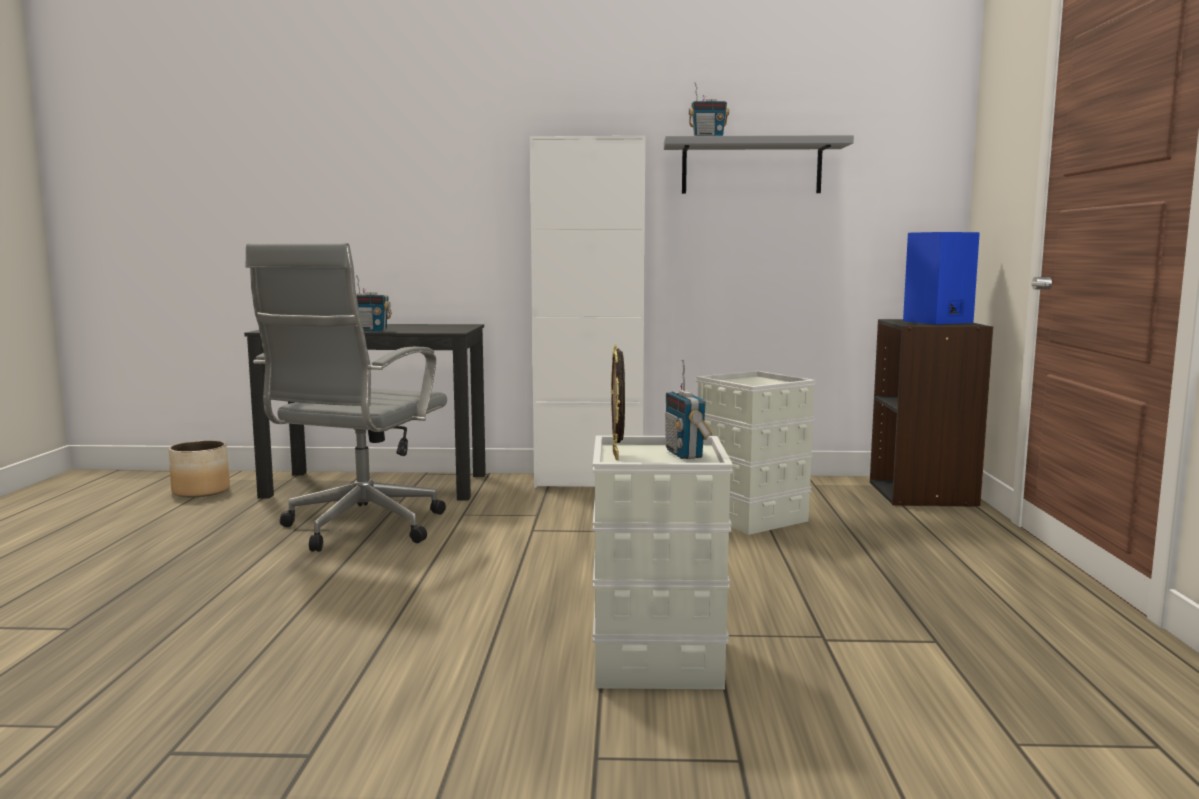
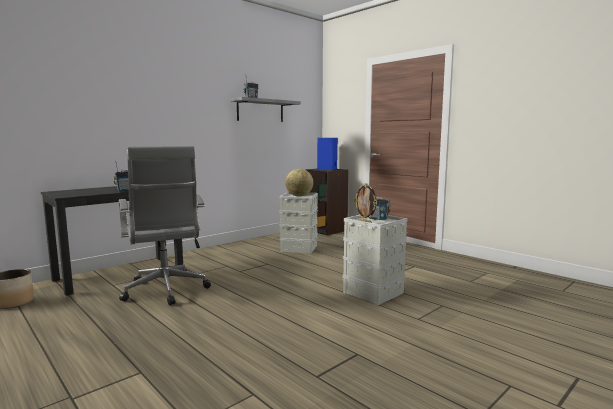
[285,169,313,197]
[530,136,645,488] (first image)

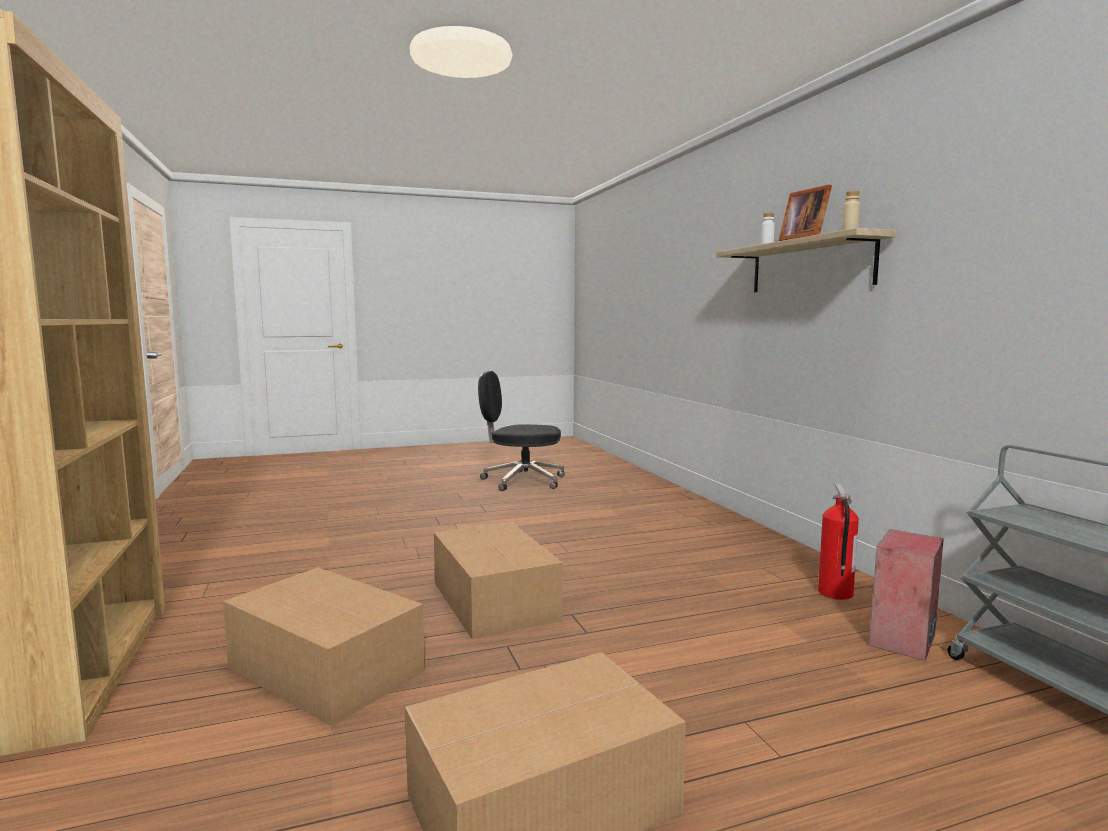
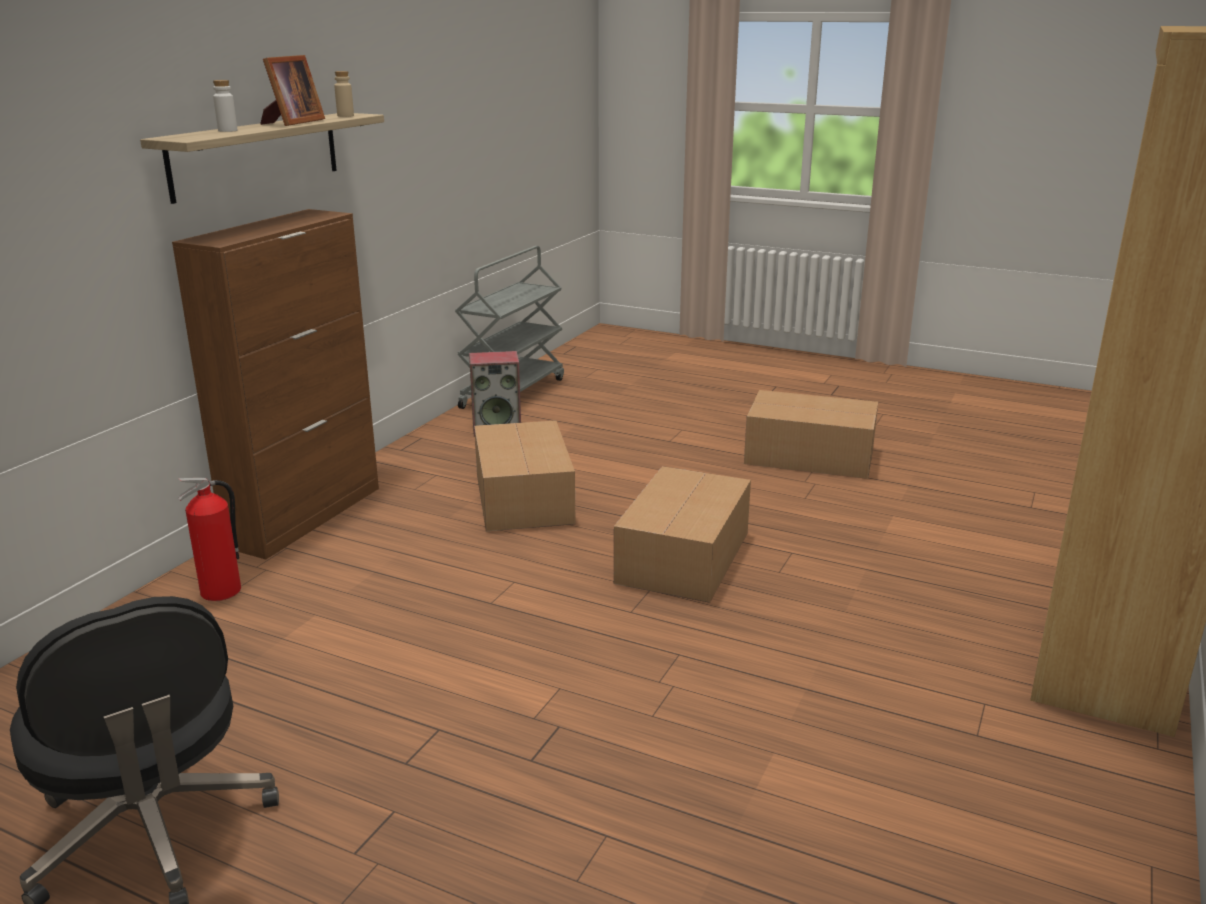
[172,209,379,559]
[178,478,241,601]
[474,420,576,531]

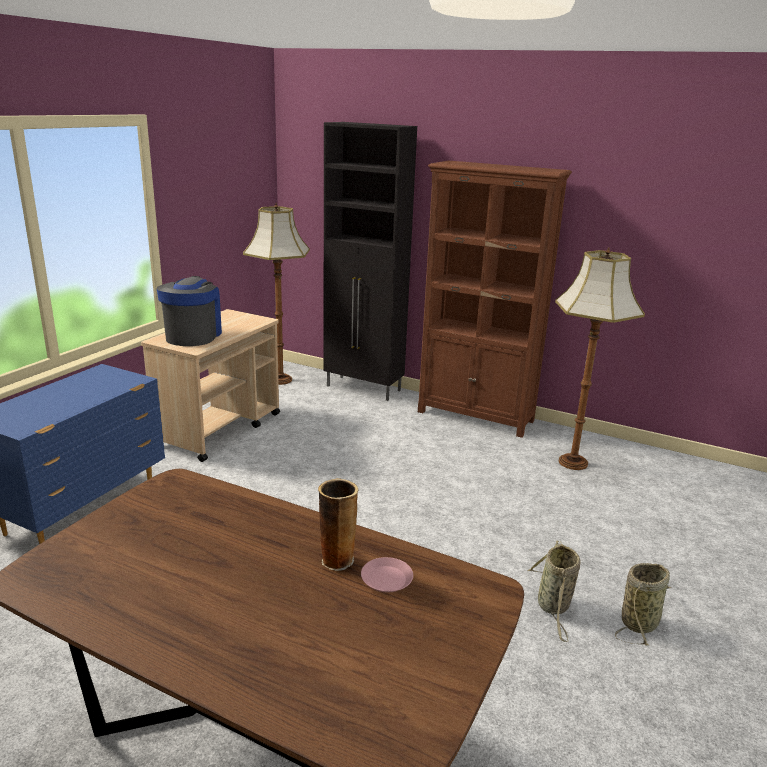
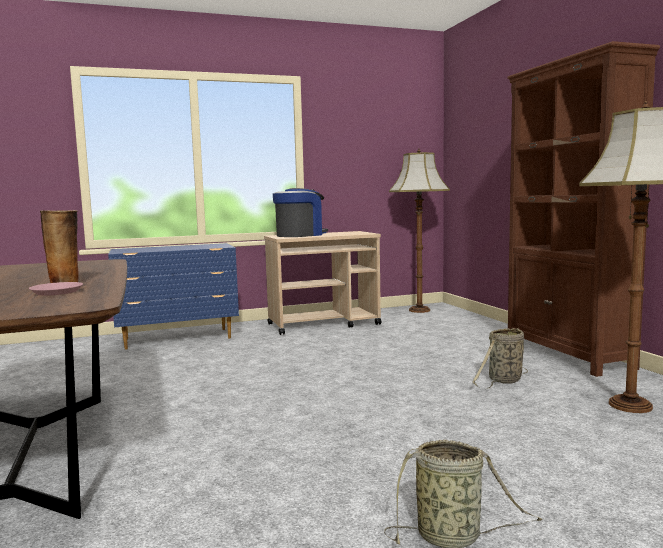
[473,328,528,389]
[323,122,417,401] (first image)

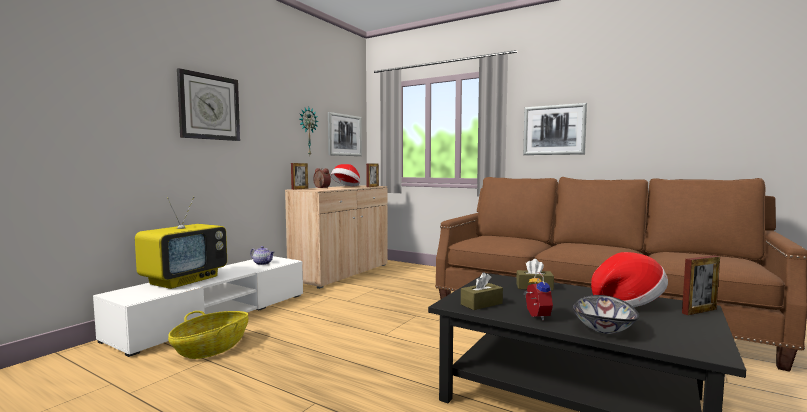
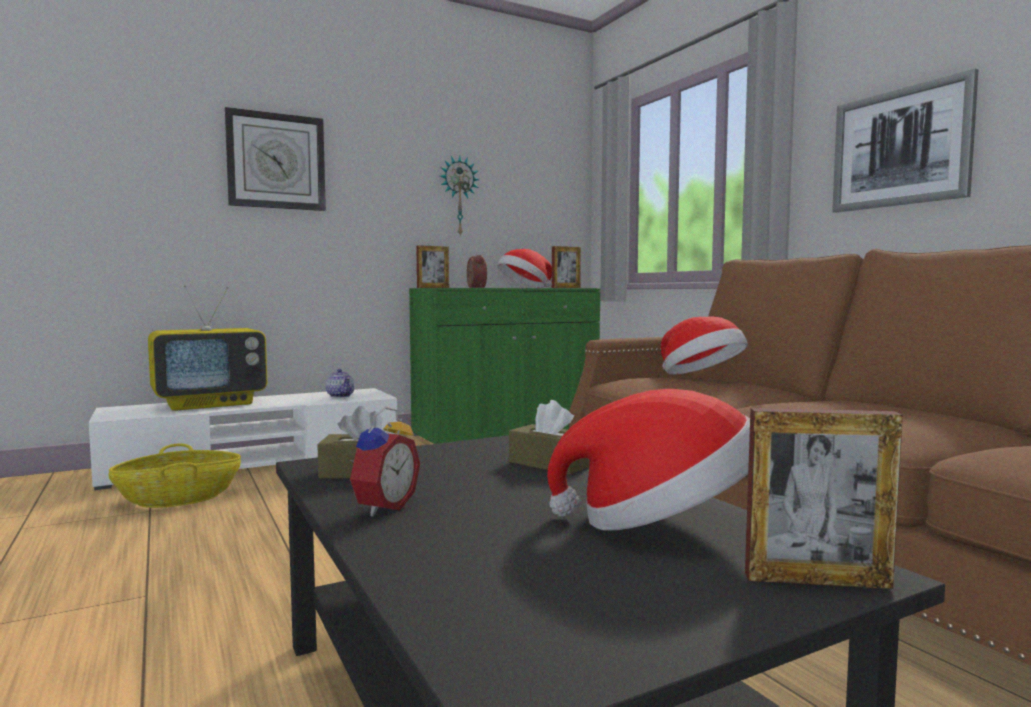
[409,288,600,444]
[661,316,748,374]
[328,112,362,156] (first image)
[572,295,639,334] (first image)

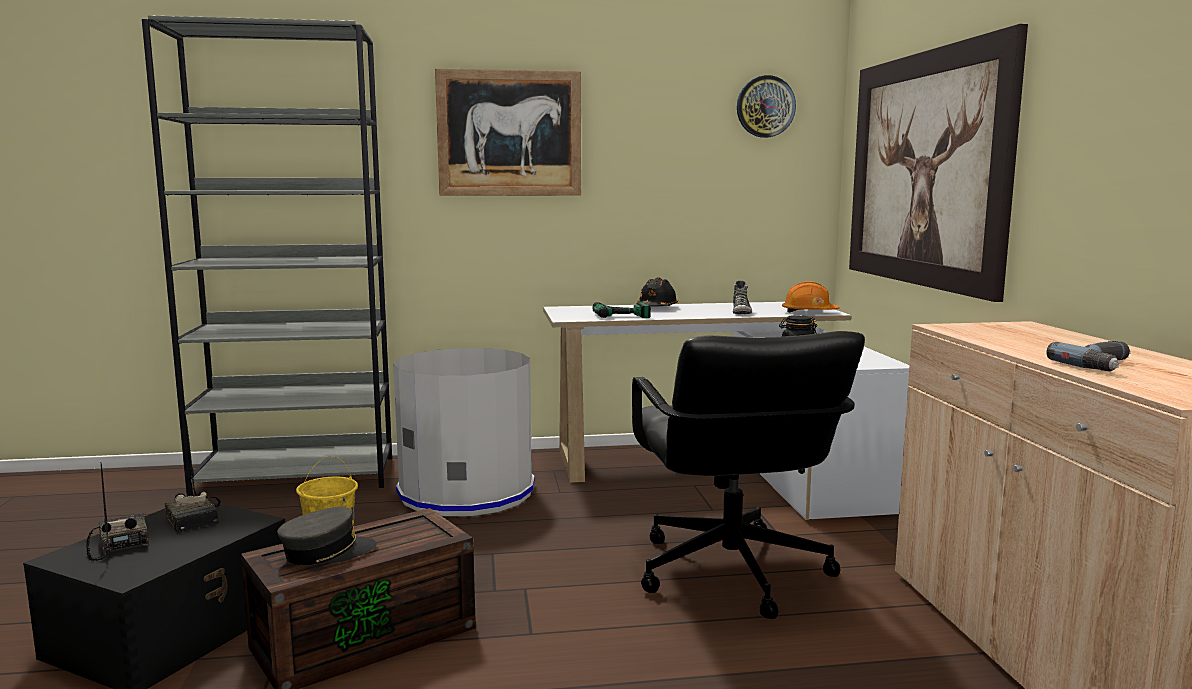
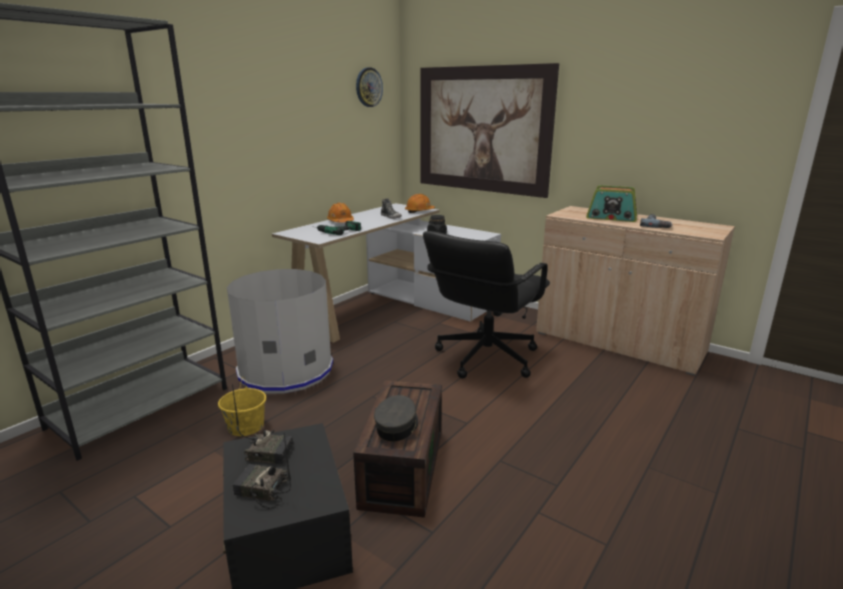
[327,203,354,223]
[423,231,550,379]
[586,185,637,222]
[435,69,581,196] (first image)

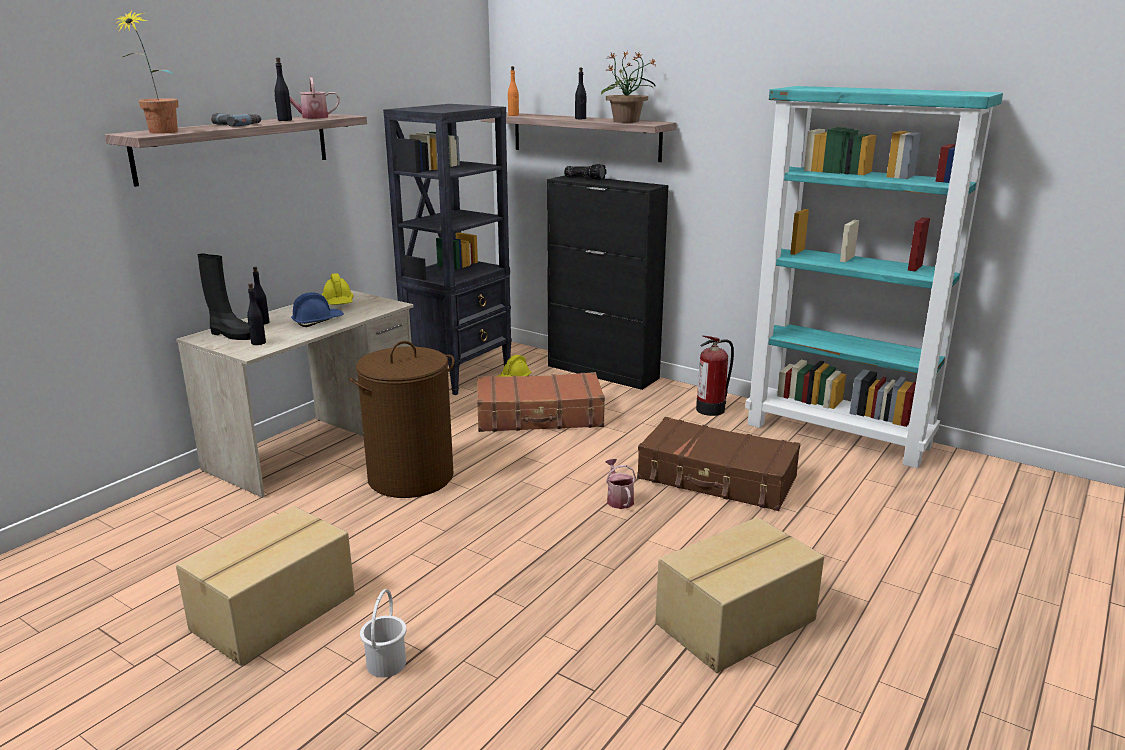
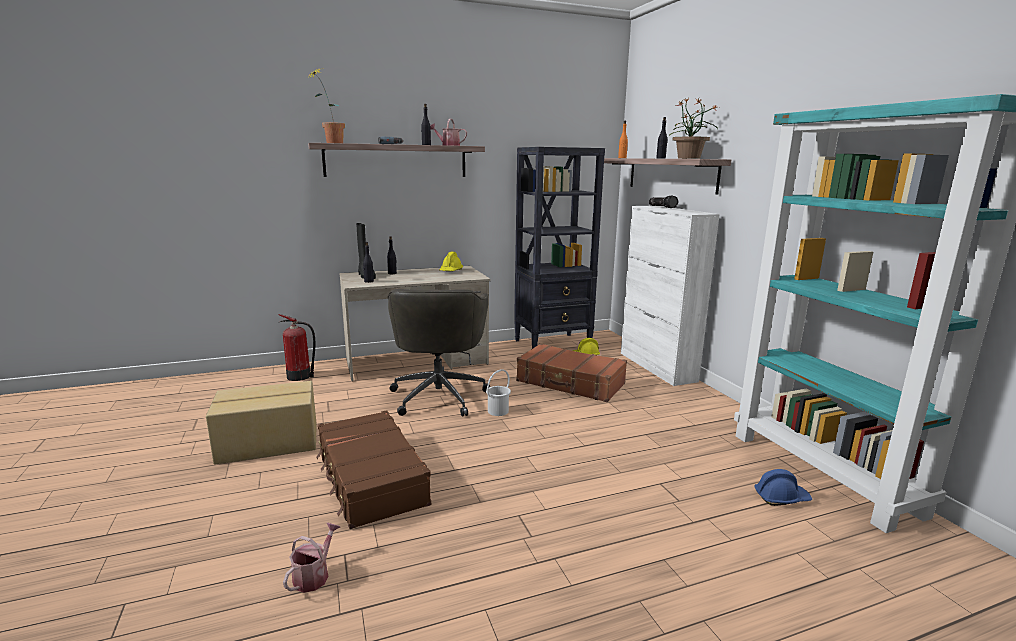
[278,314,316,381]
[283,523,340,593]
[316,410,431,529]
[388,289,490,417]
[486,369,511,416]
[621,206,720,386]
[754,469,812,506]
[655,517,824,673] (first image)

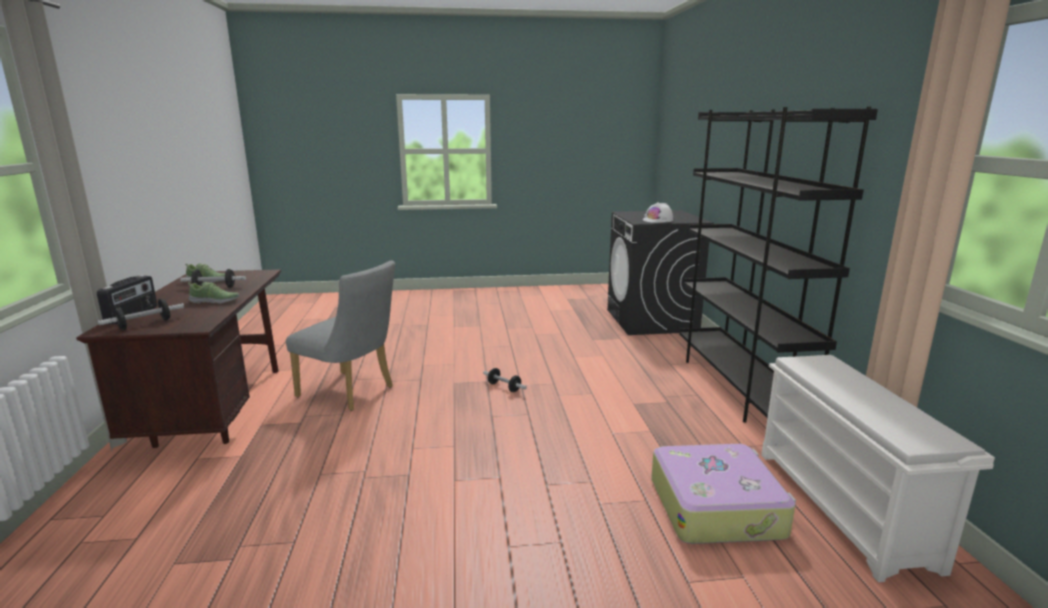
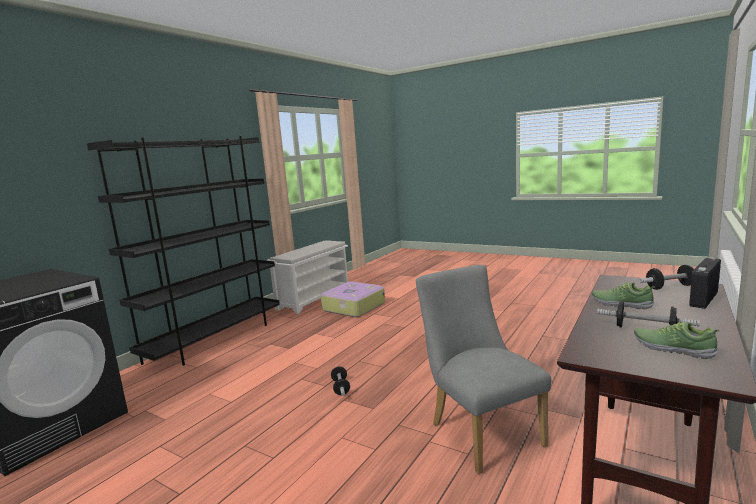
[643,202,674,223] (first image)

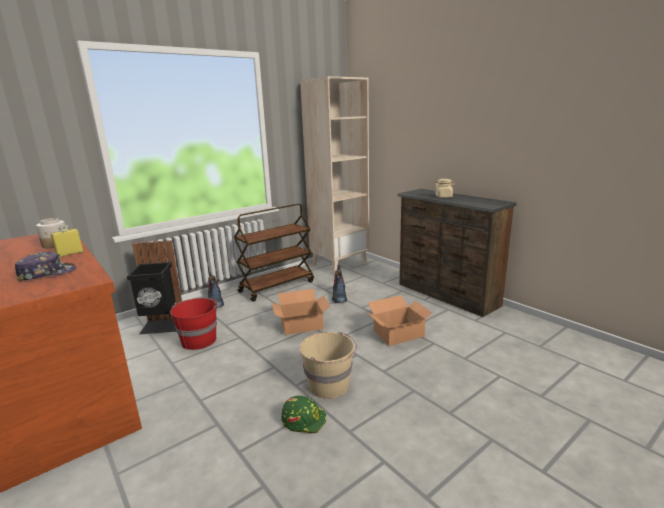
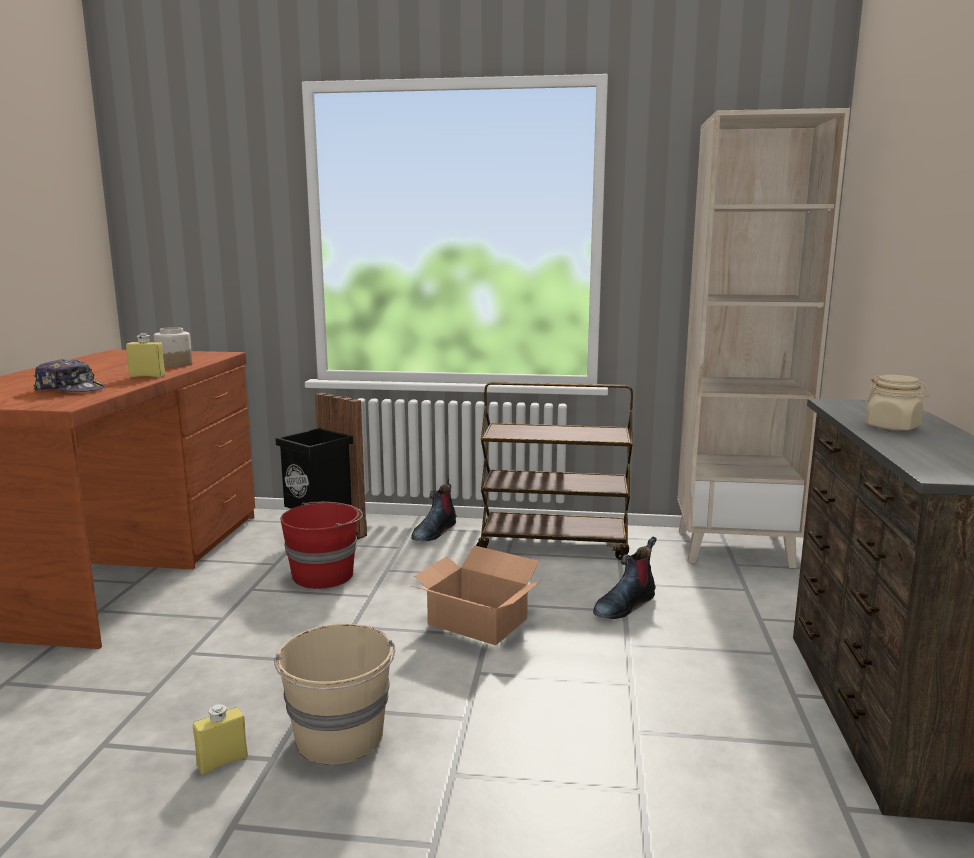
[193,704,248,775]
[367,295,432,346] (first image)

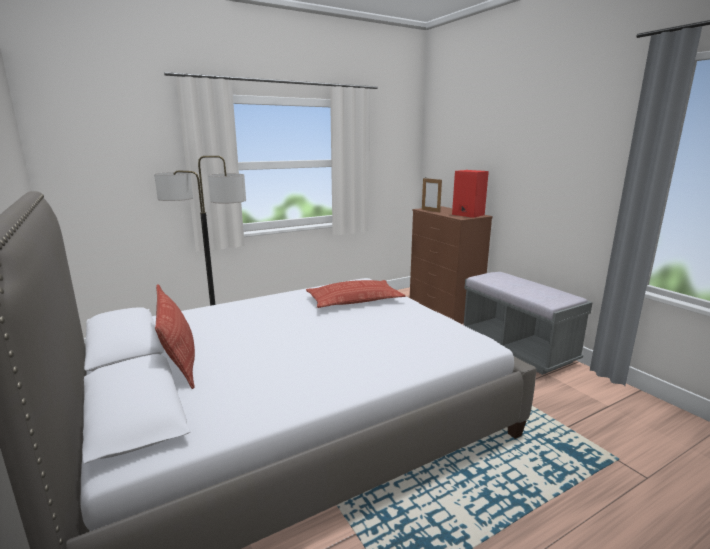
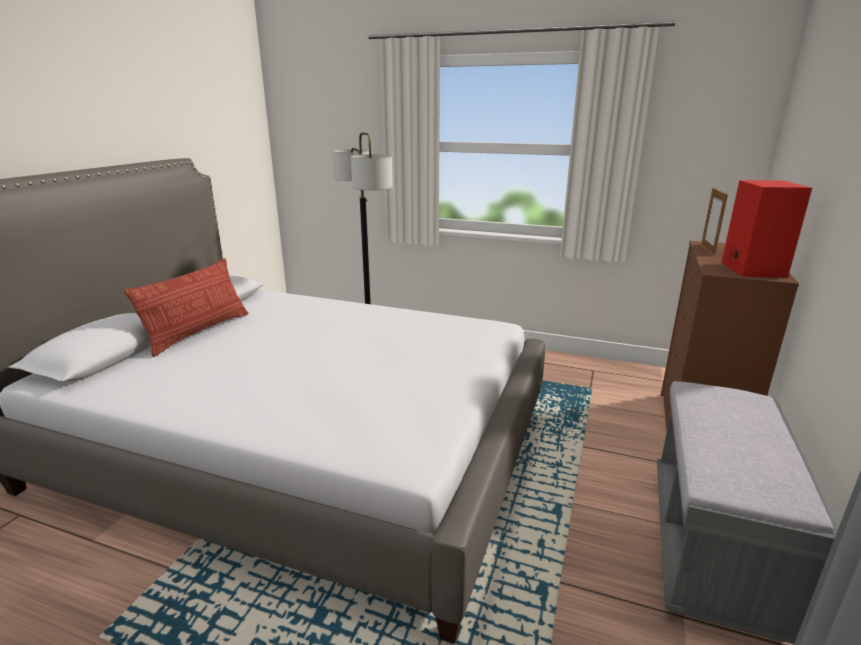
[306,280,405,308] (first image)

